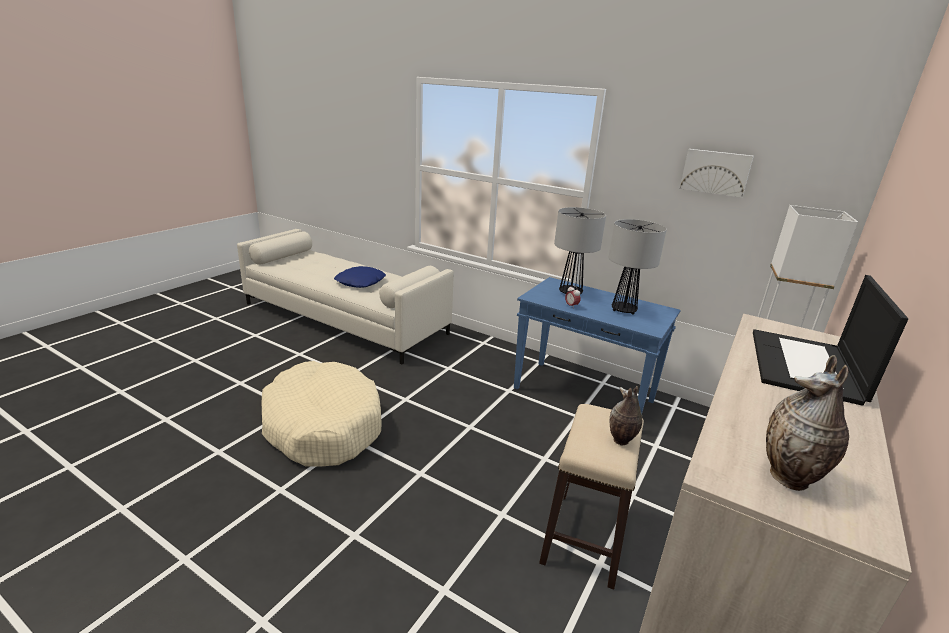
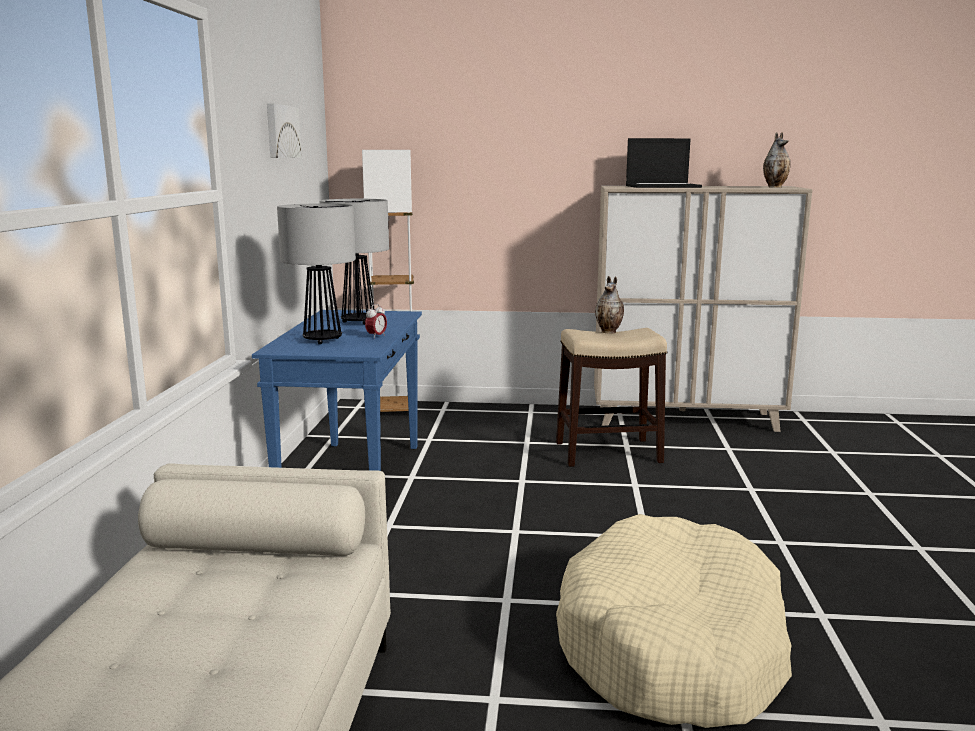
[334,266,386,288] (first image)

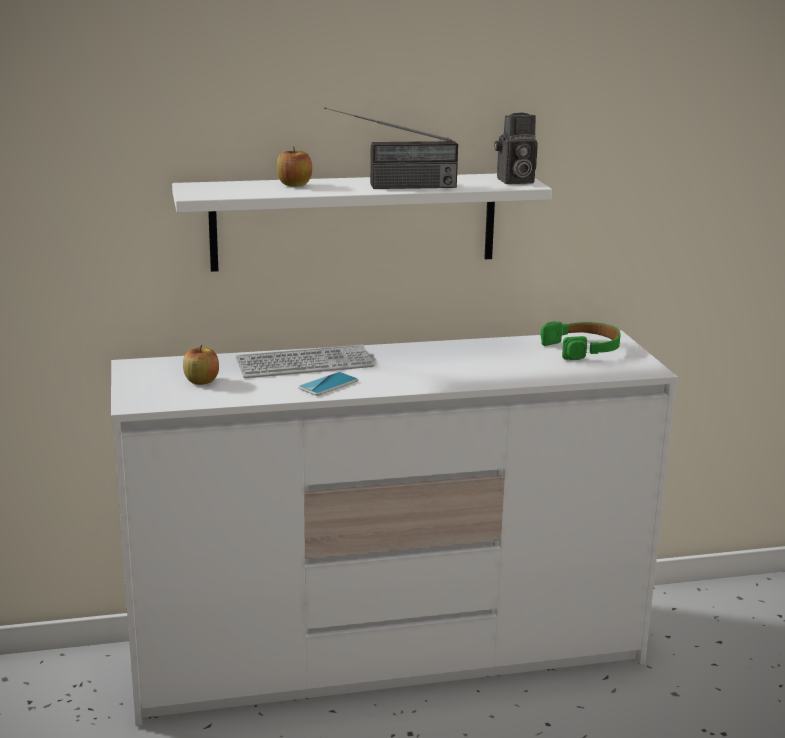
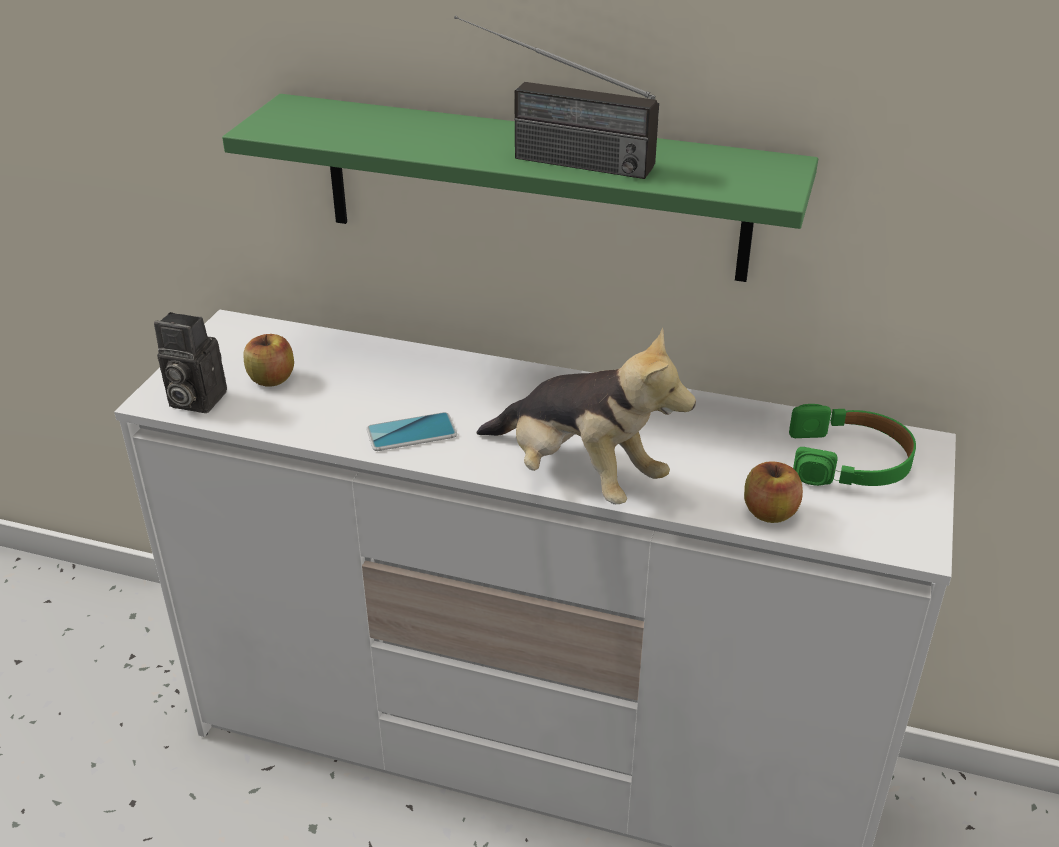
[154,312,227,413]
[222,94,818,282]
[476,327,696,504]
[744,461,803,523]
[235,345,375,378] (first image)

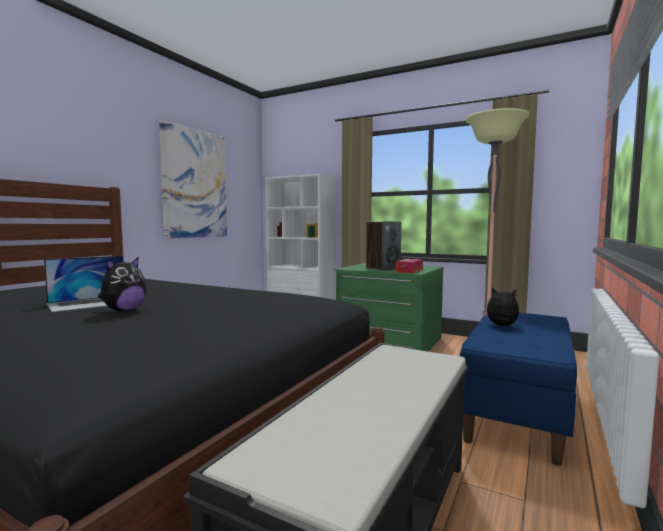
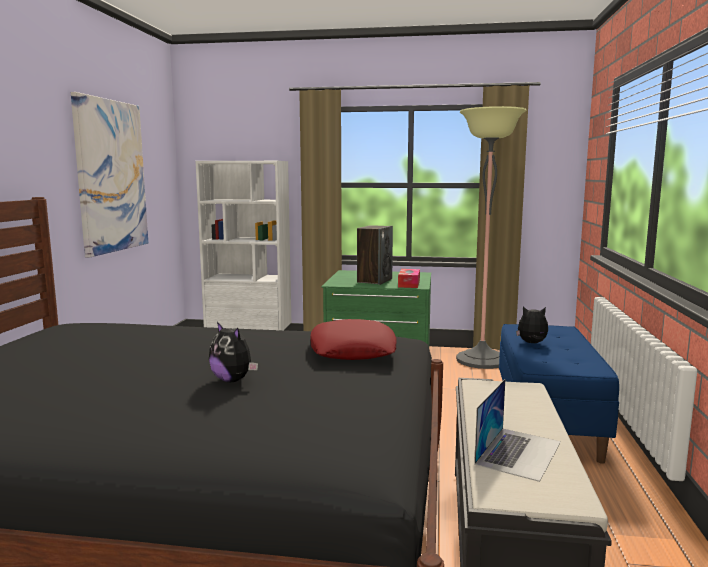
[209,322,258,382]
[310,319,396,360]
[474,379,561,482]

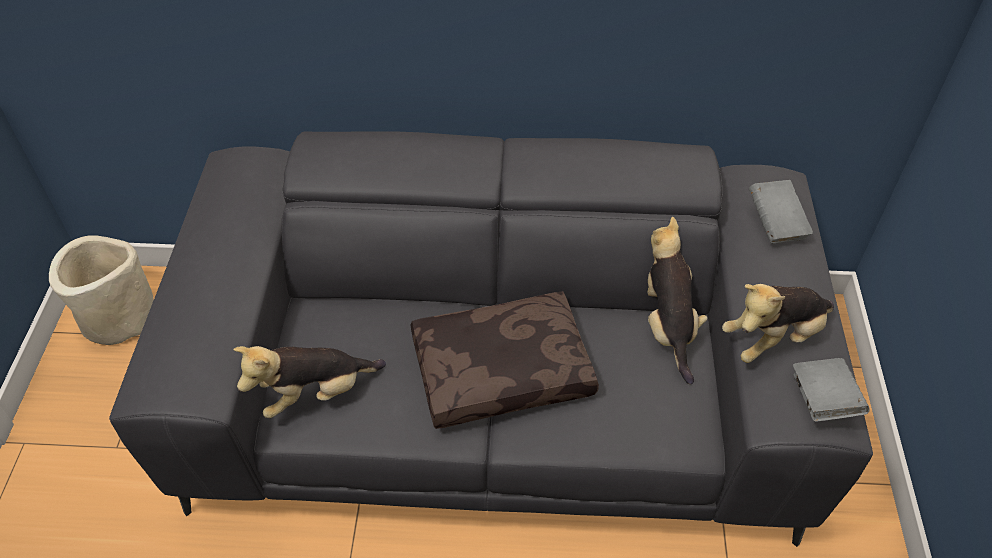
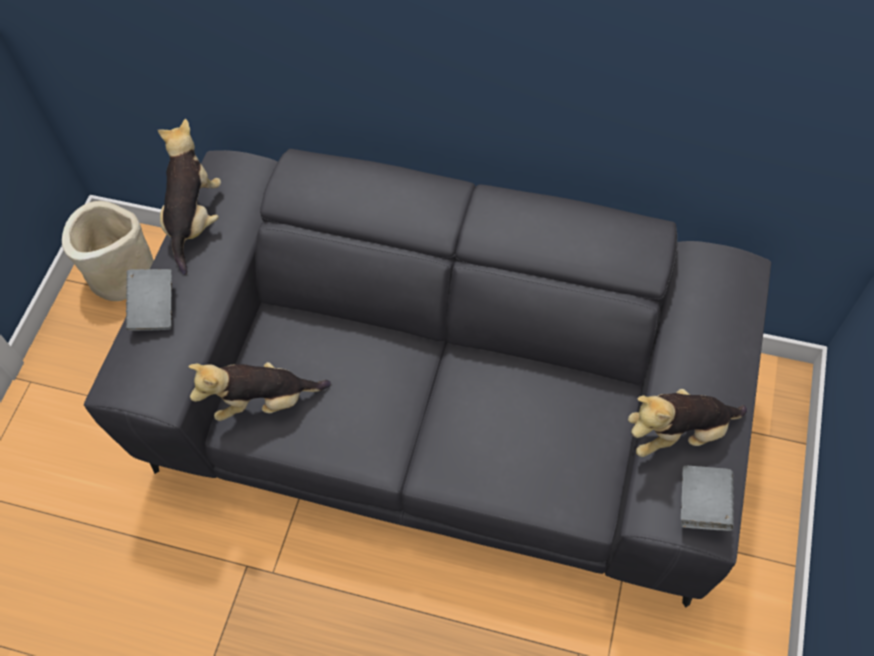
[126,269,172,331]
[158,119,221,275]
[411,292,599,429] (first image)

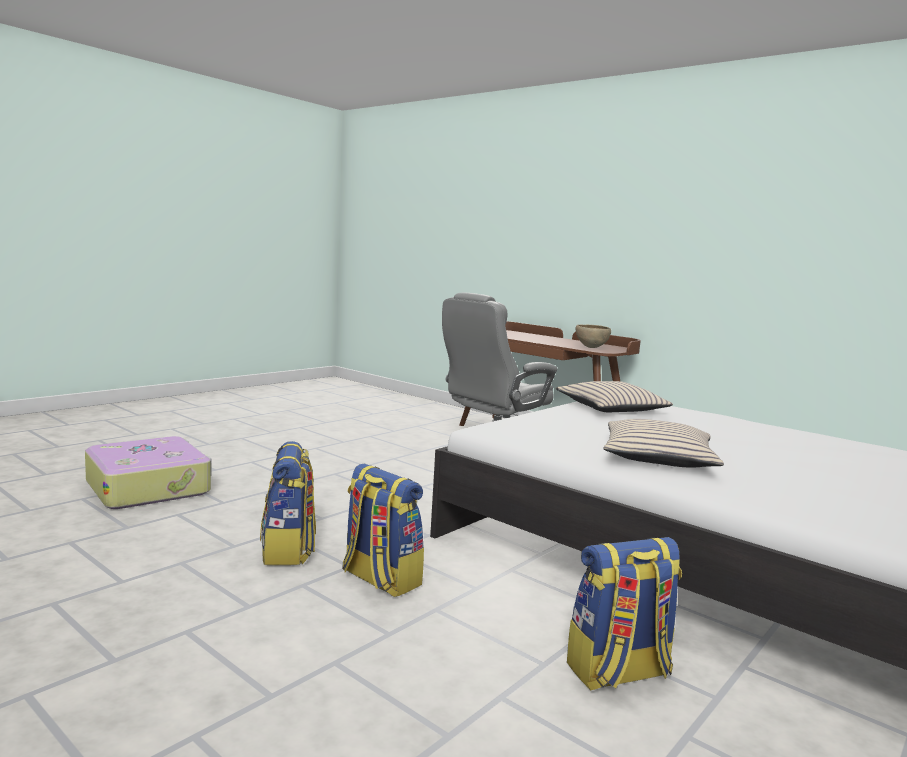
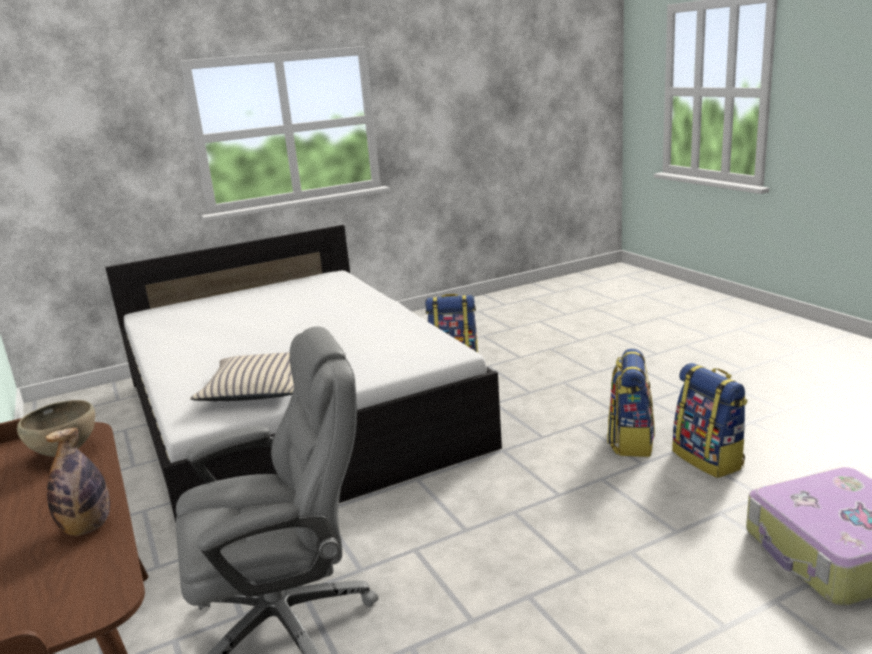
[45,428,110,536]
[672,363,748,478]
[604,419,724,468] (first image)

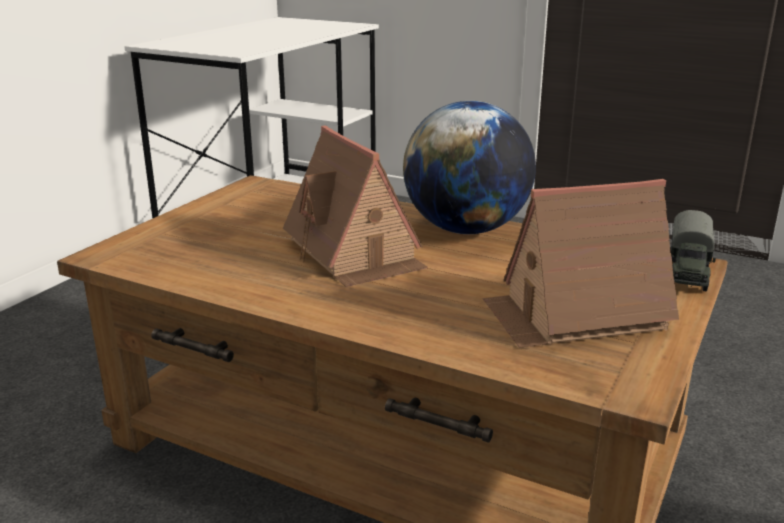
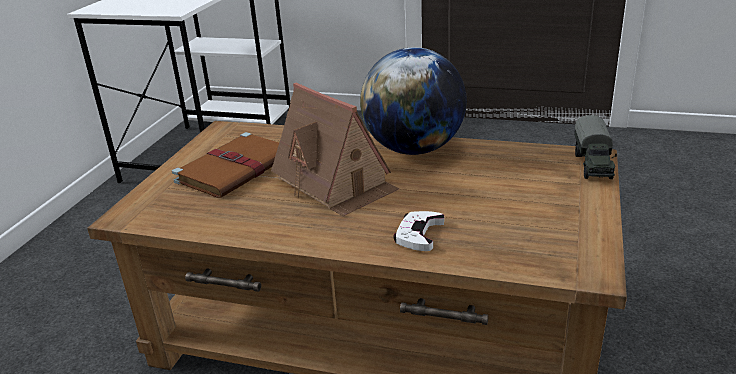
[172,132,279,198]
[393,211,444,251]
[483,179,679,348] (first image)

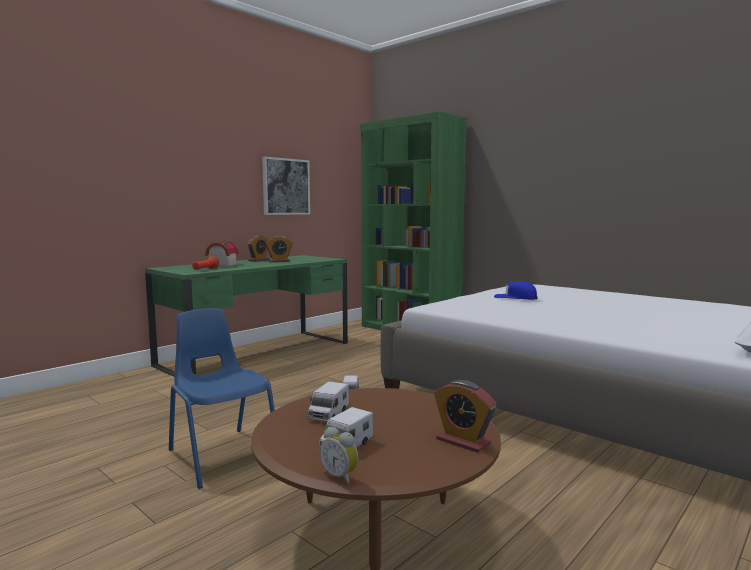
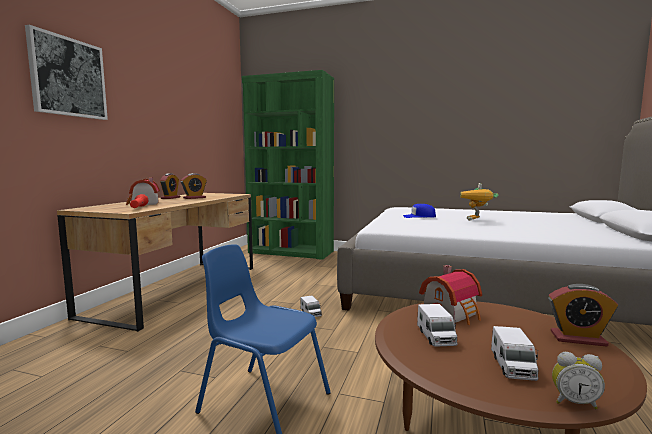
[25,25,108,120]
[57,193,253,332]
[419,265,482,325]
[460,183,498,221]

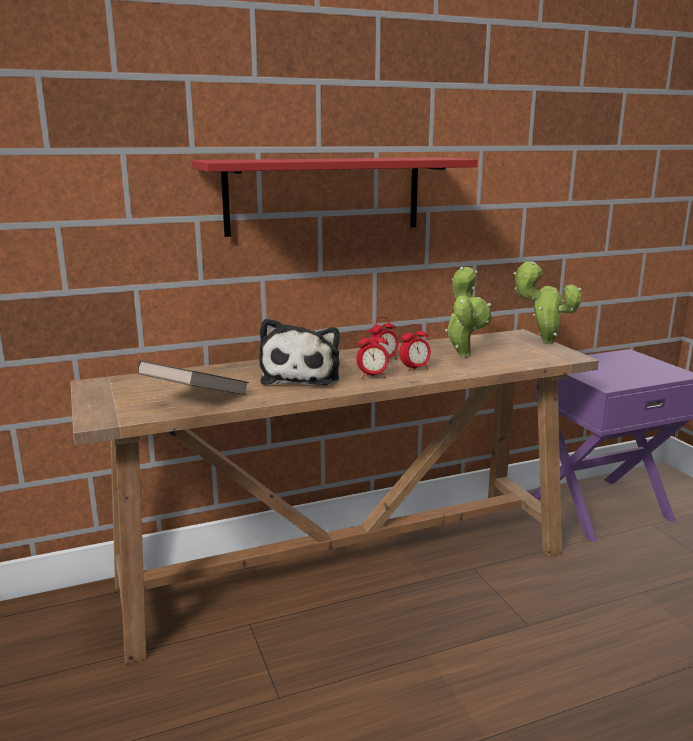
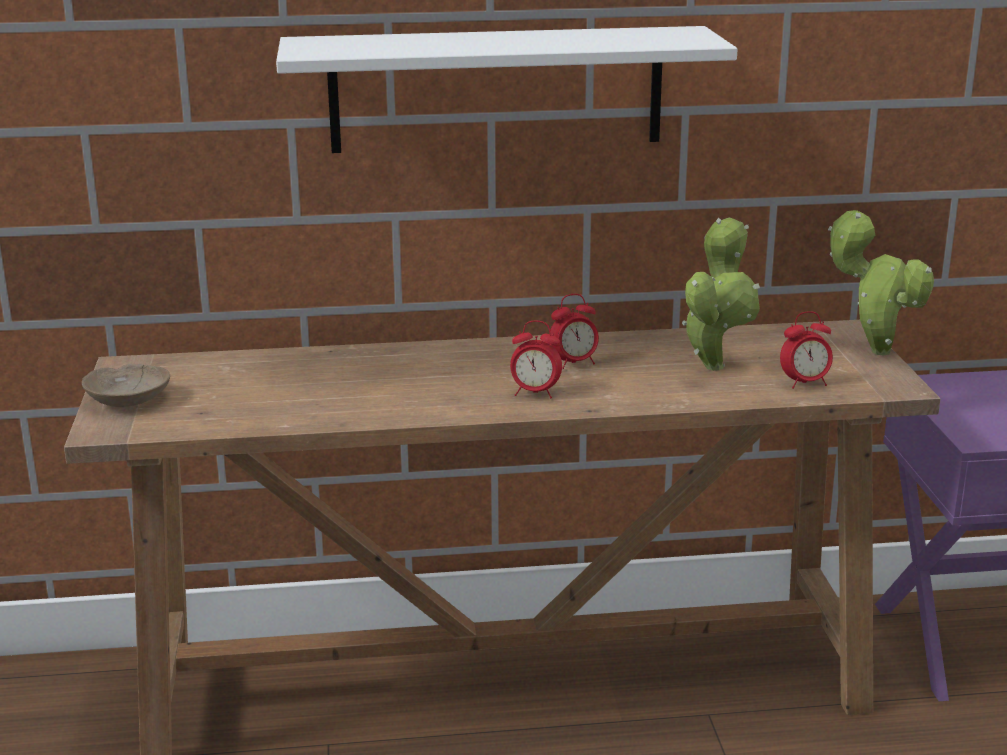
[82,364,170,407]
[276,26,738,153]
[780,311,833,389]
[137,360,249,395] (first image)
[259,318,339,386] (first image)

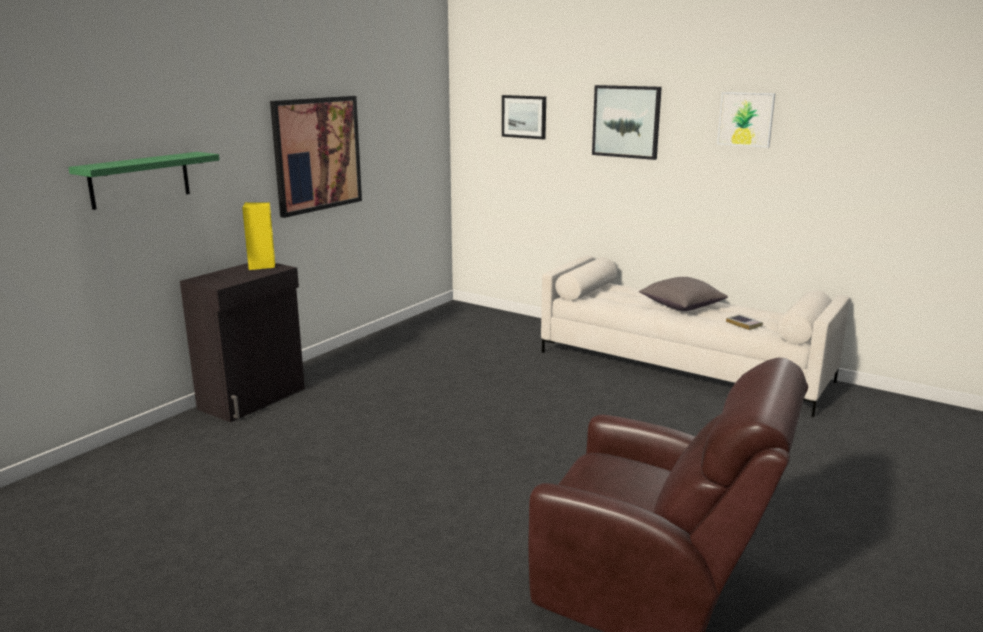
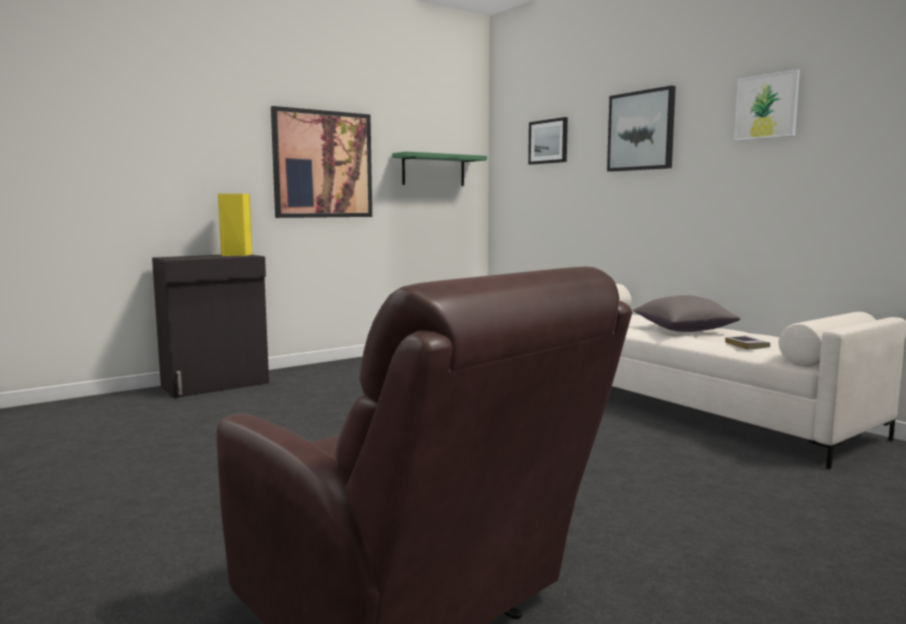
[392,151,487,186]

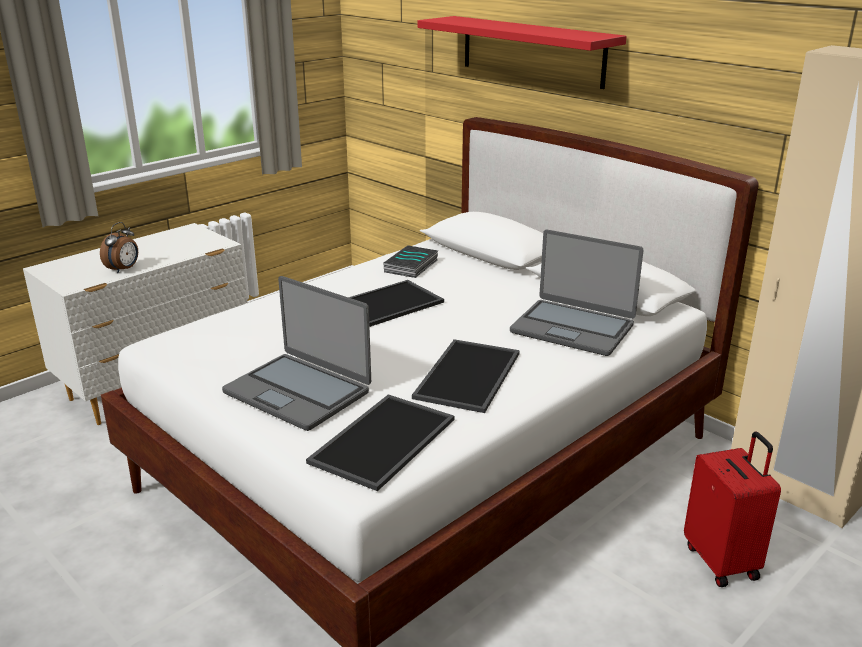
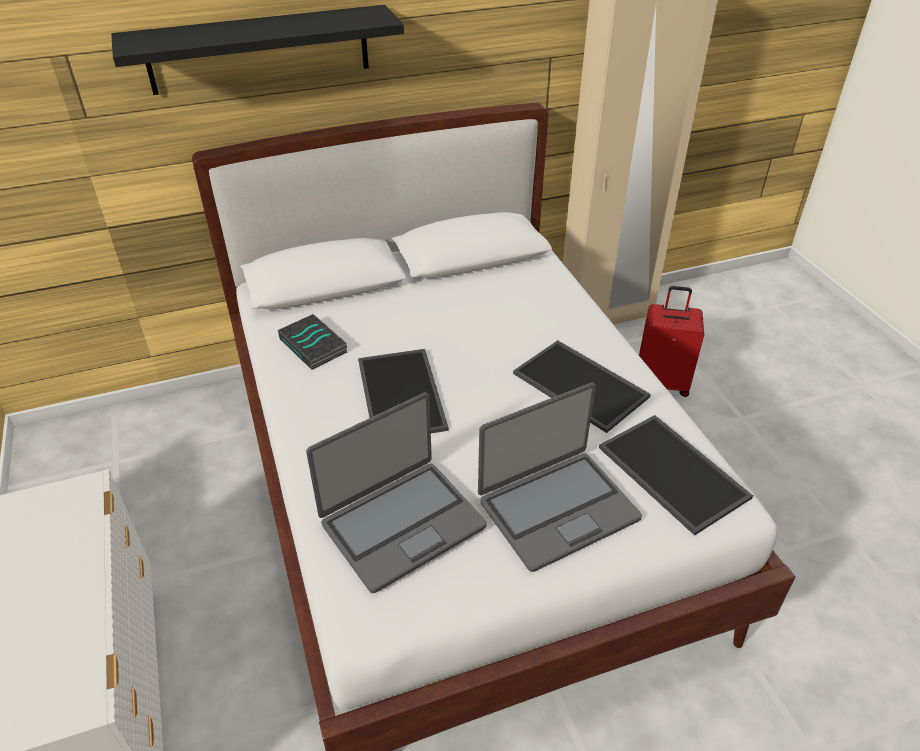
[111,5,404,95]
[306,392,487,593]
[100,222,138,273] (first image)

